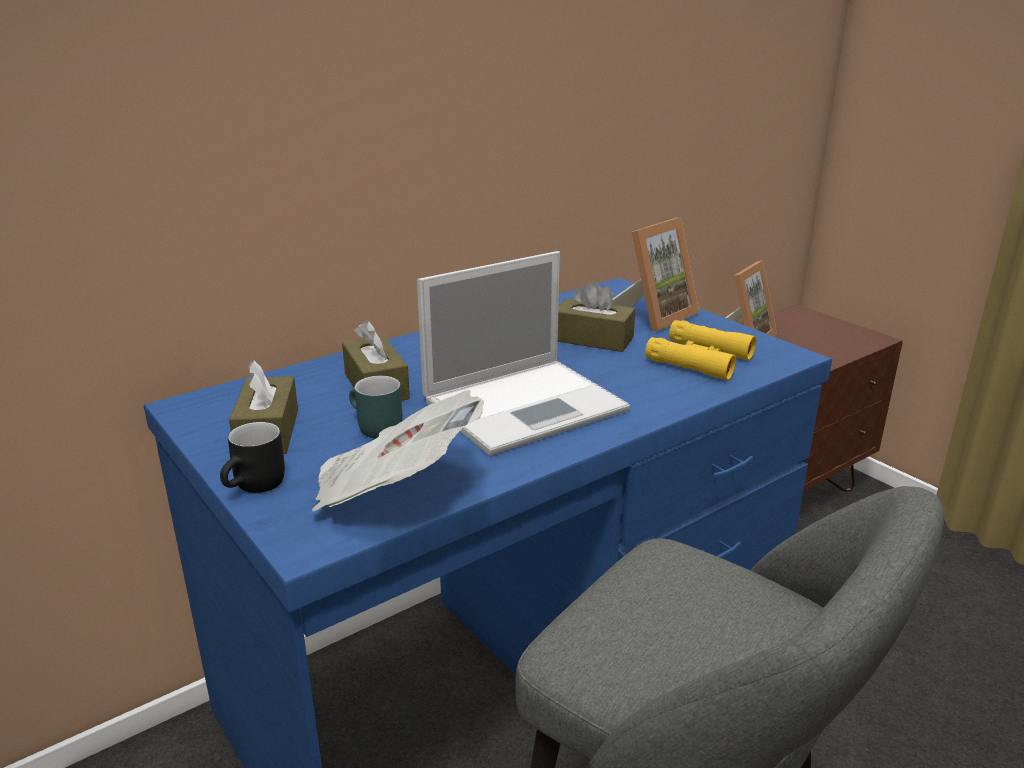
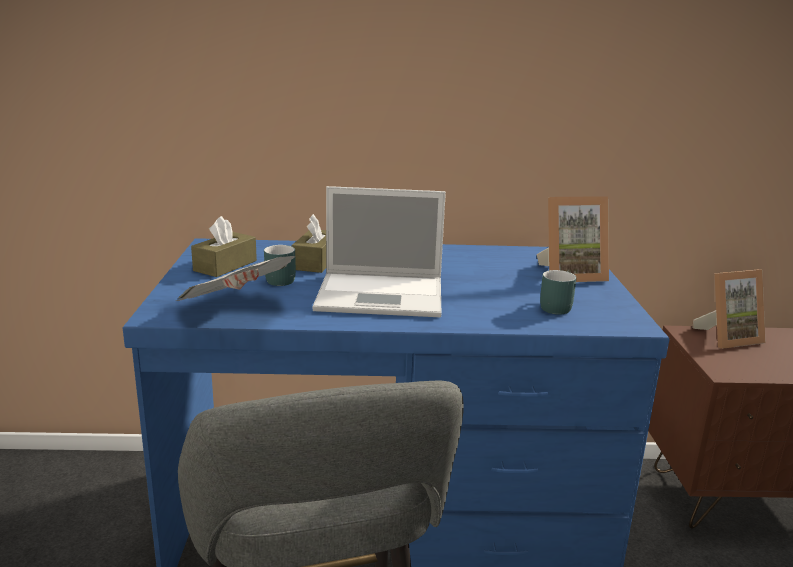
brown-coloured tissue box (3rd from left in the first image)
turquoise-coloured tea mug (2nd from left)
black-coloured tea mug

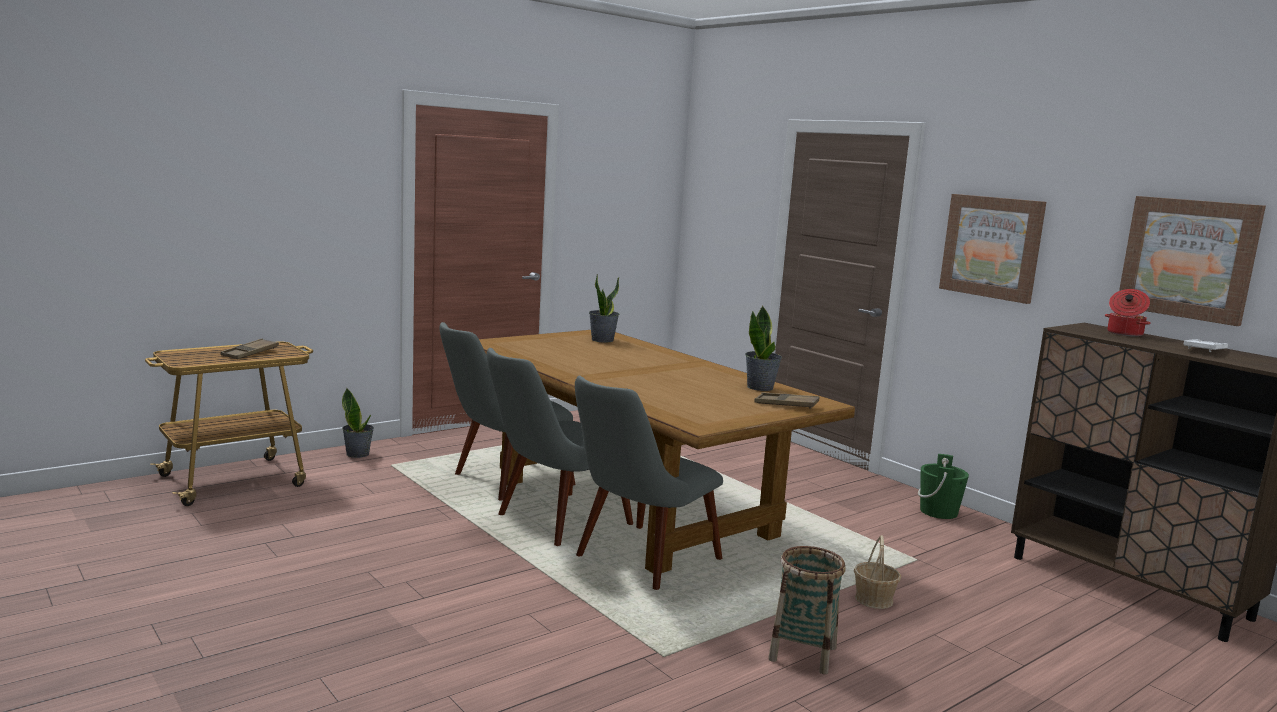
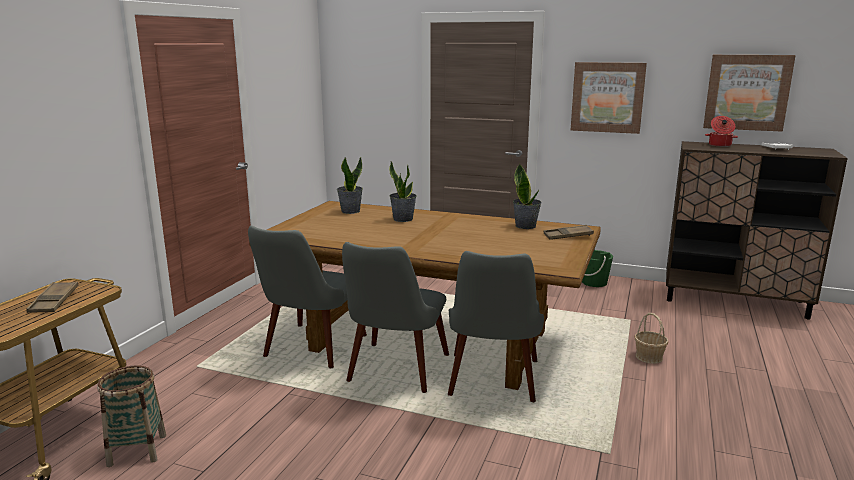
potted plant (2nd from left)
household basket (1st from left)

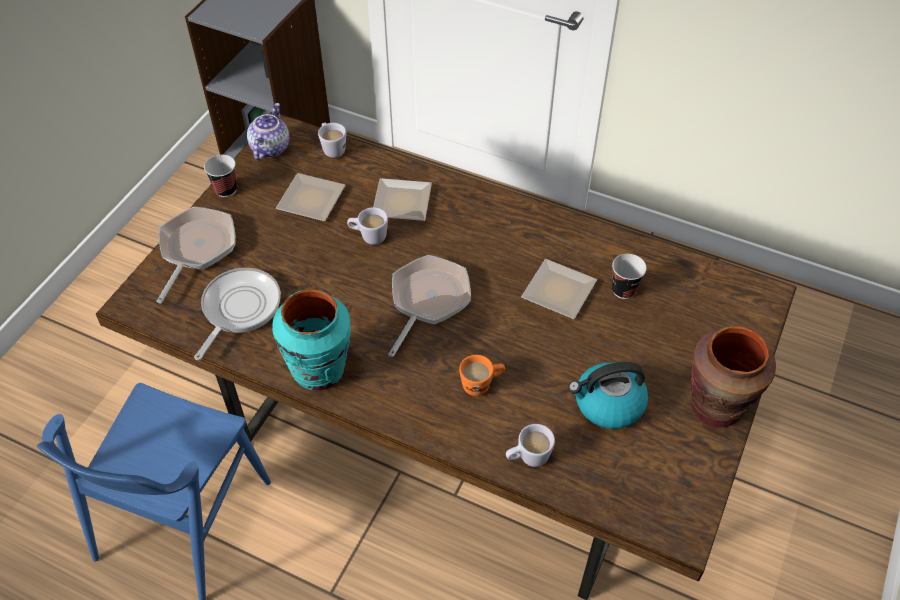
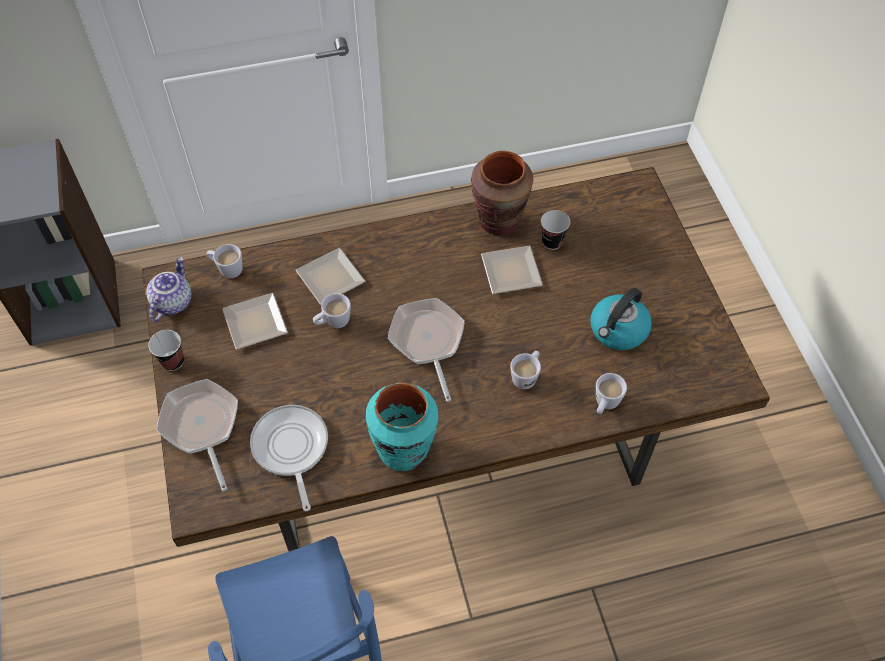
teapot
brown-coloured decorative vase
white-coloured tea mug (3rd from left)

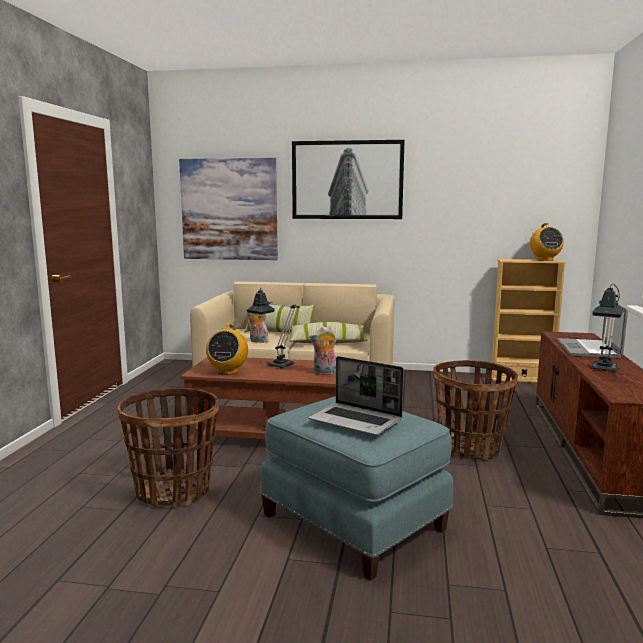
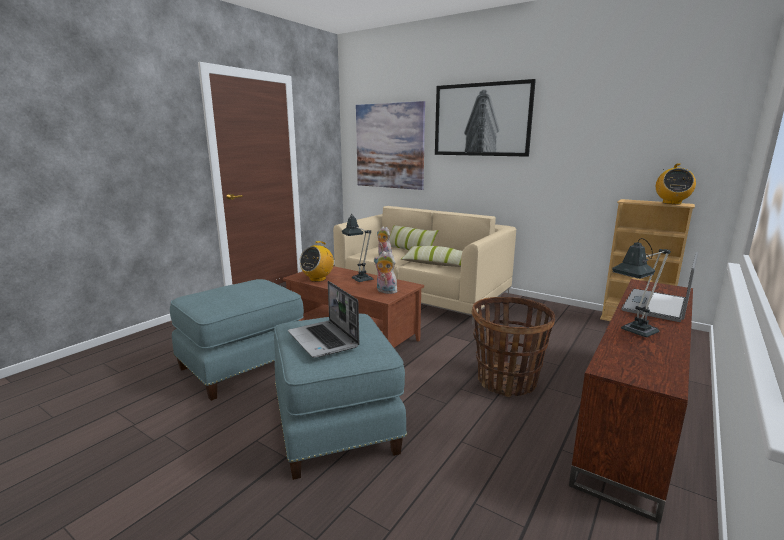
bluish pouffe (1st from left)

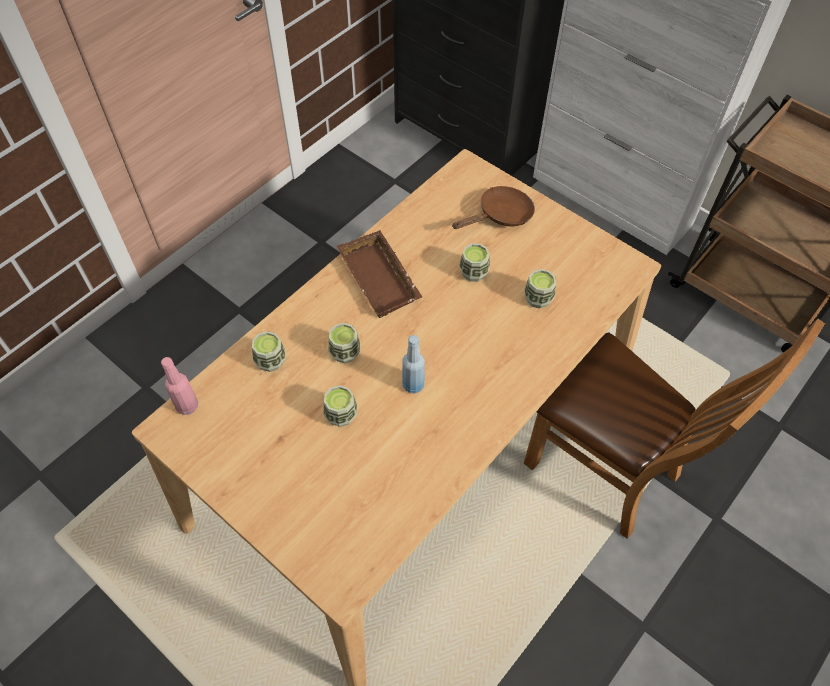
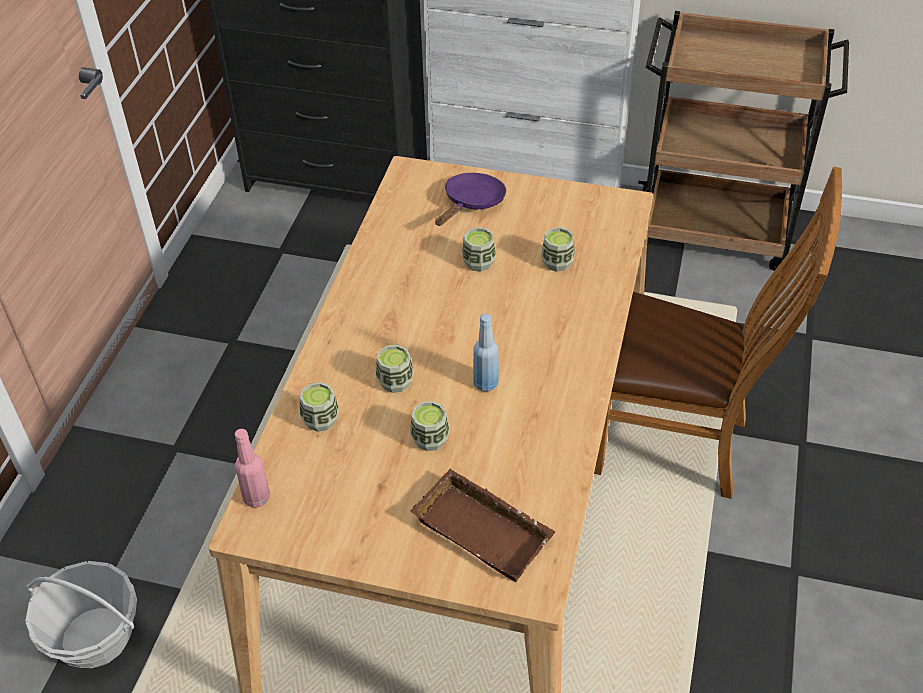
purple pan
brown-coloured serving tray
household basket

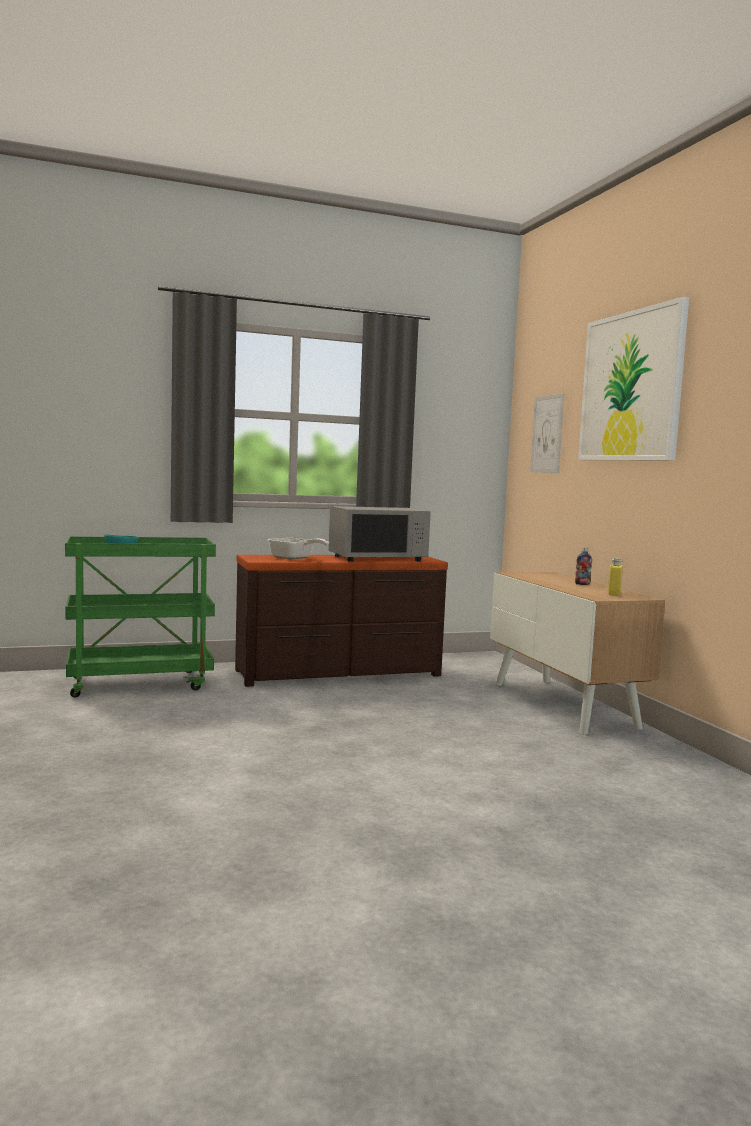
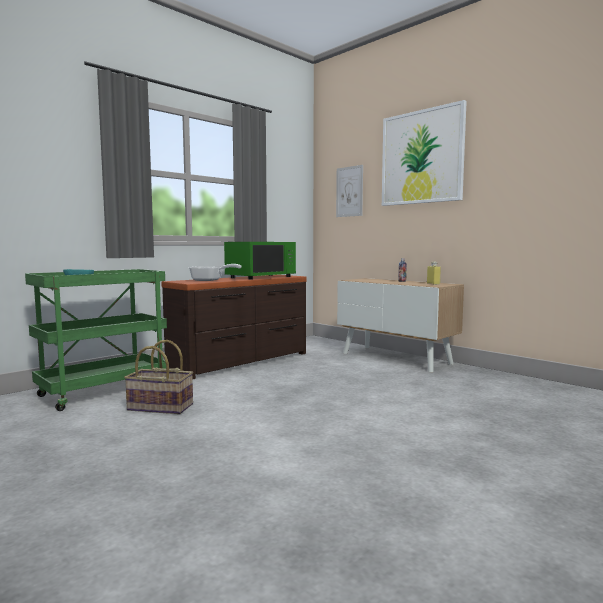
greenish microwave oven
household basket

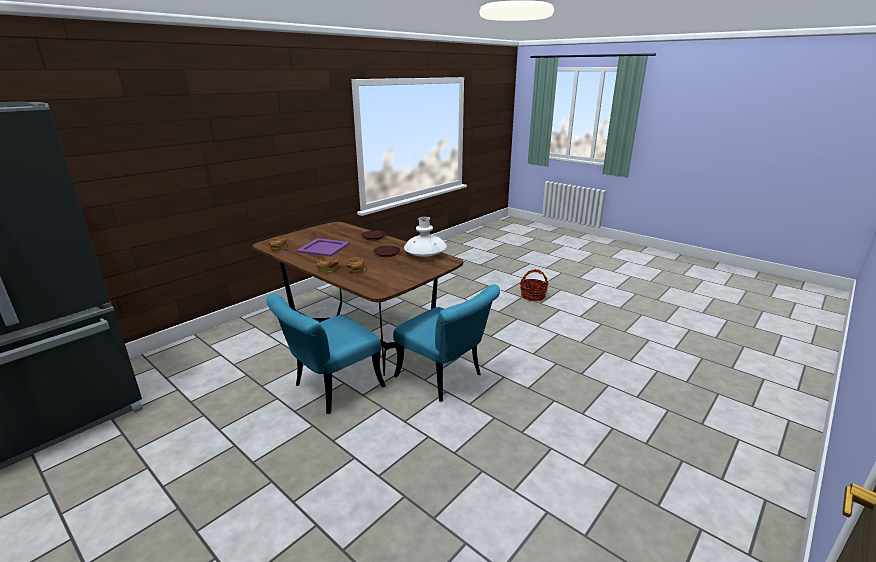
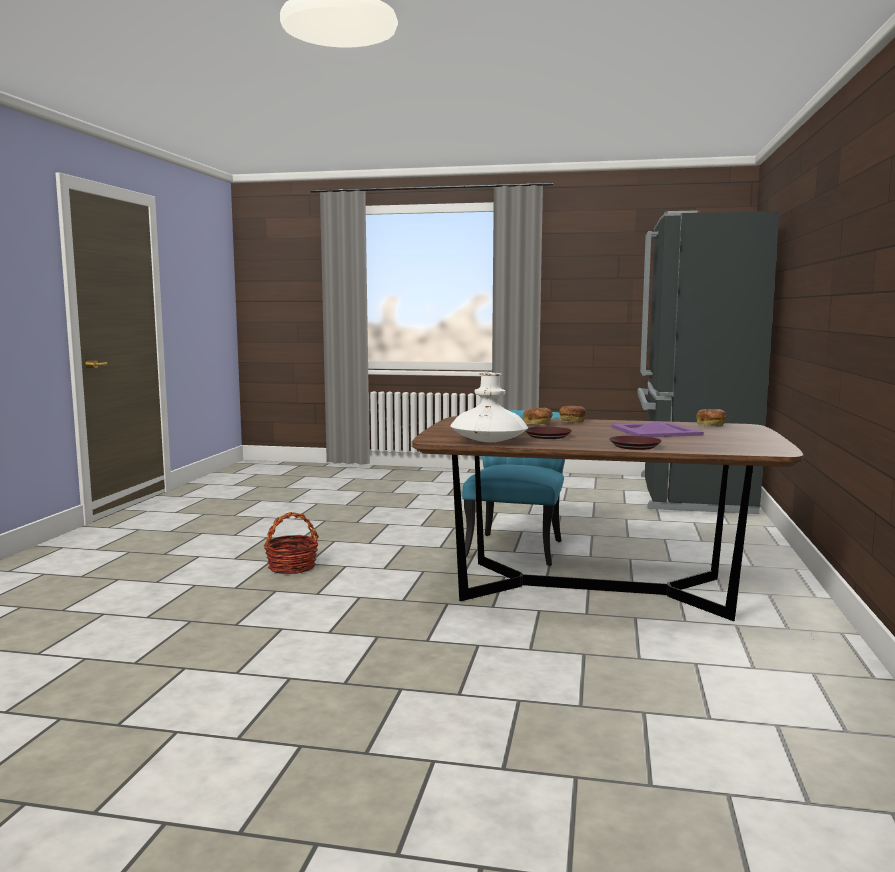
household basket
turquoise-coloured plain chair (2nd from left in the first image)

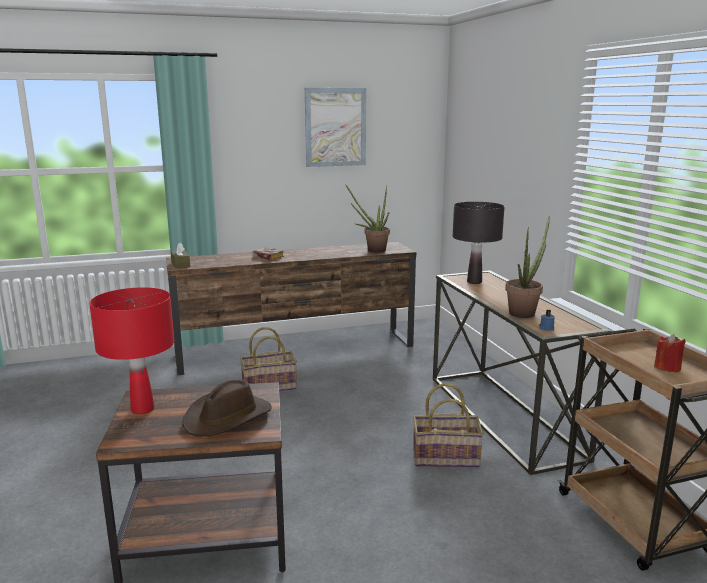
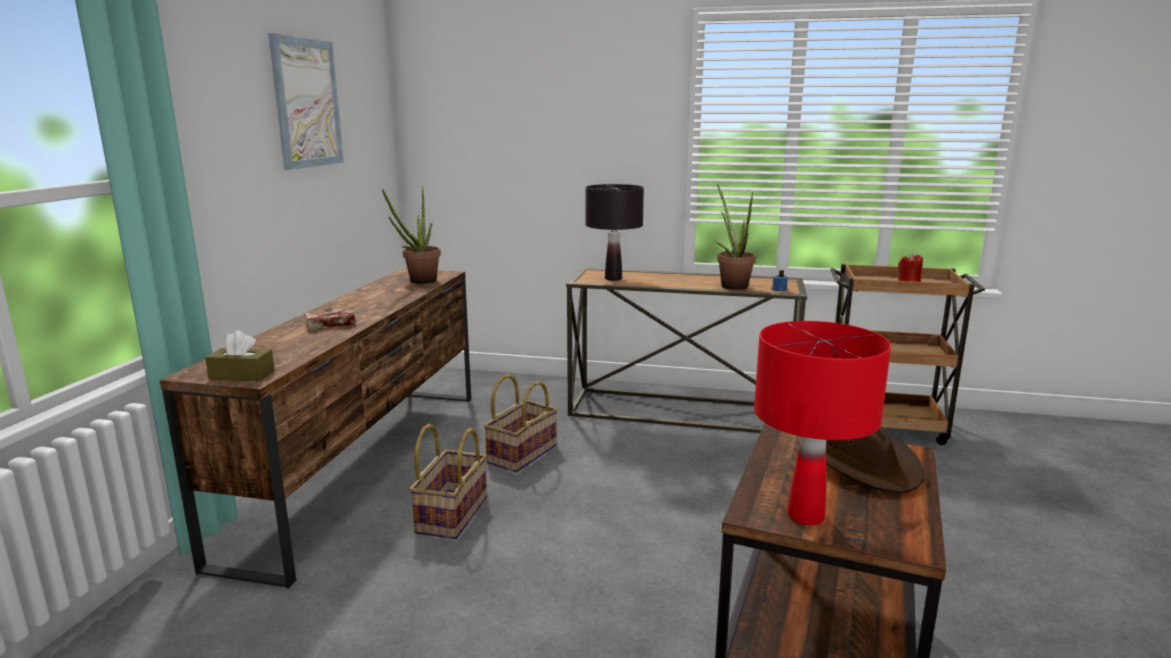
household basket (2nd from left)

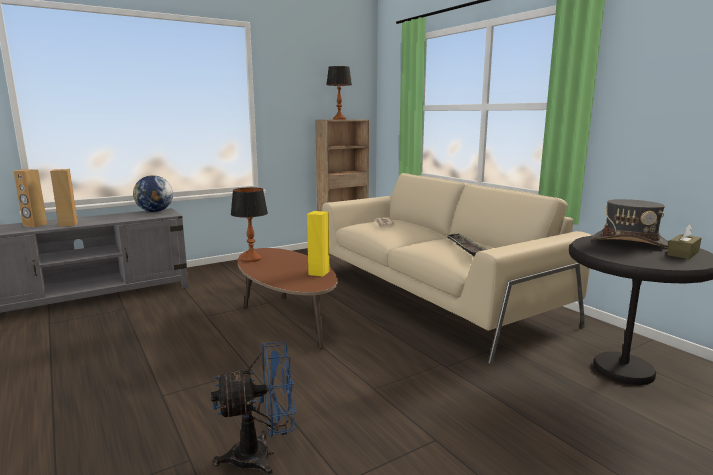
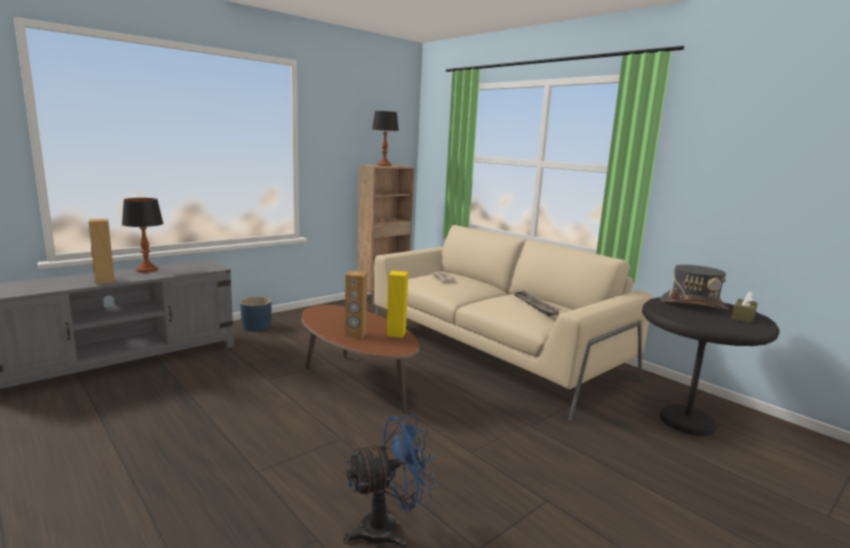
brown-coloured speaker (2nd from left)
world globe
table lamp (1st from left)
bluish planter

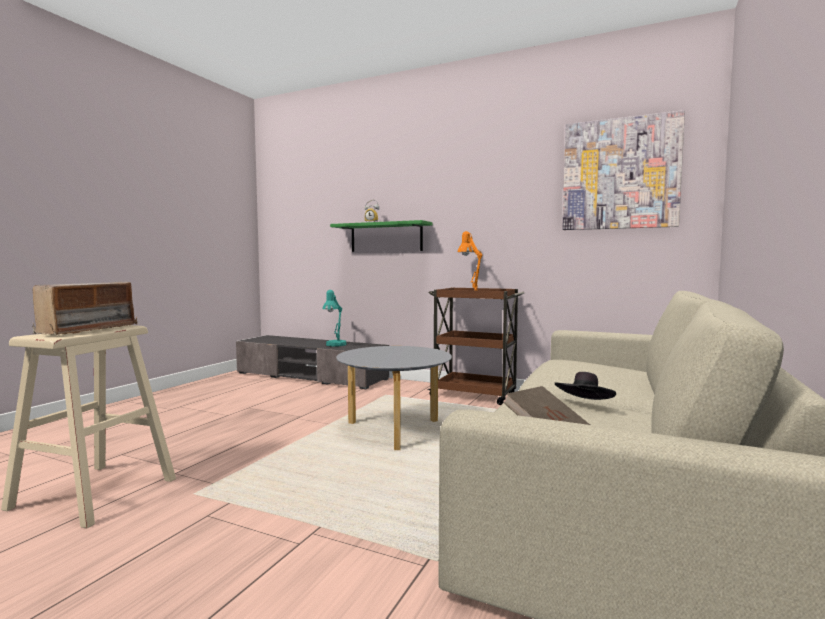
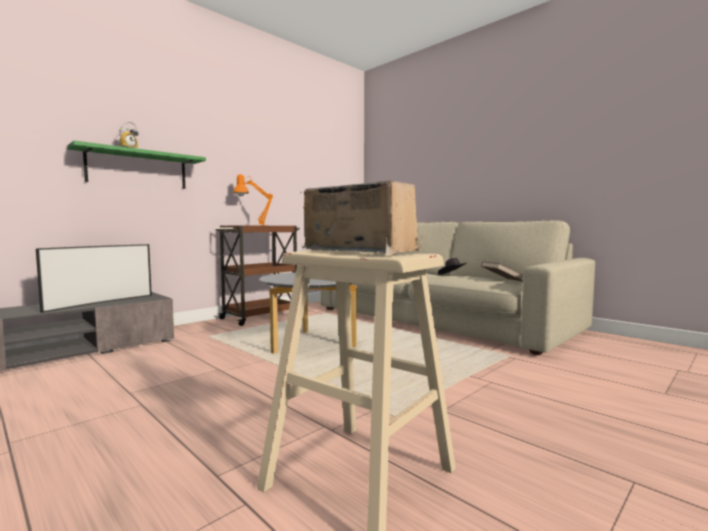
picture
TV

